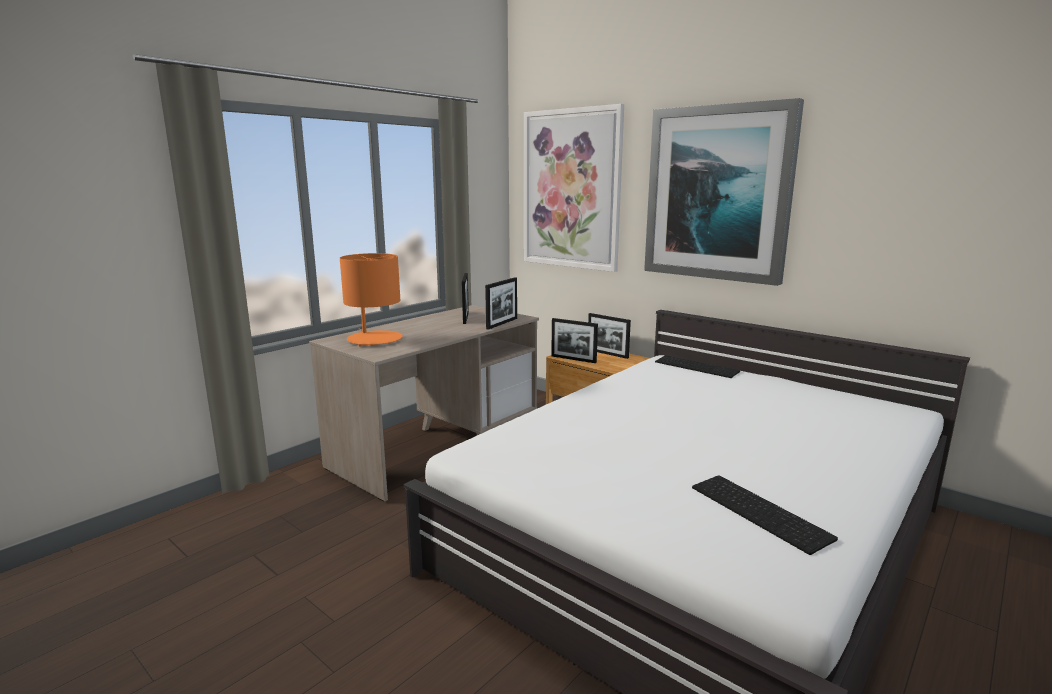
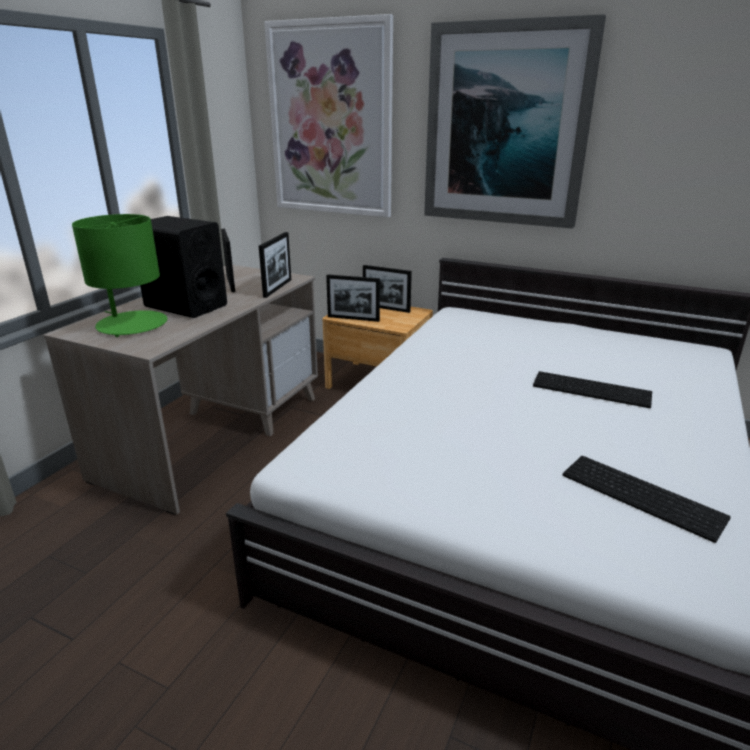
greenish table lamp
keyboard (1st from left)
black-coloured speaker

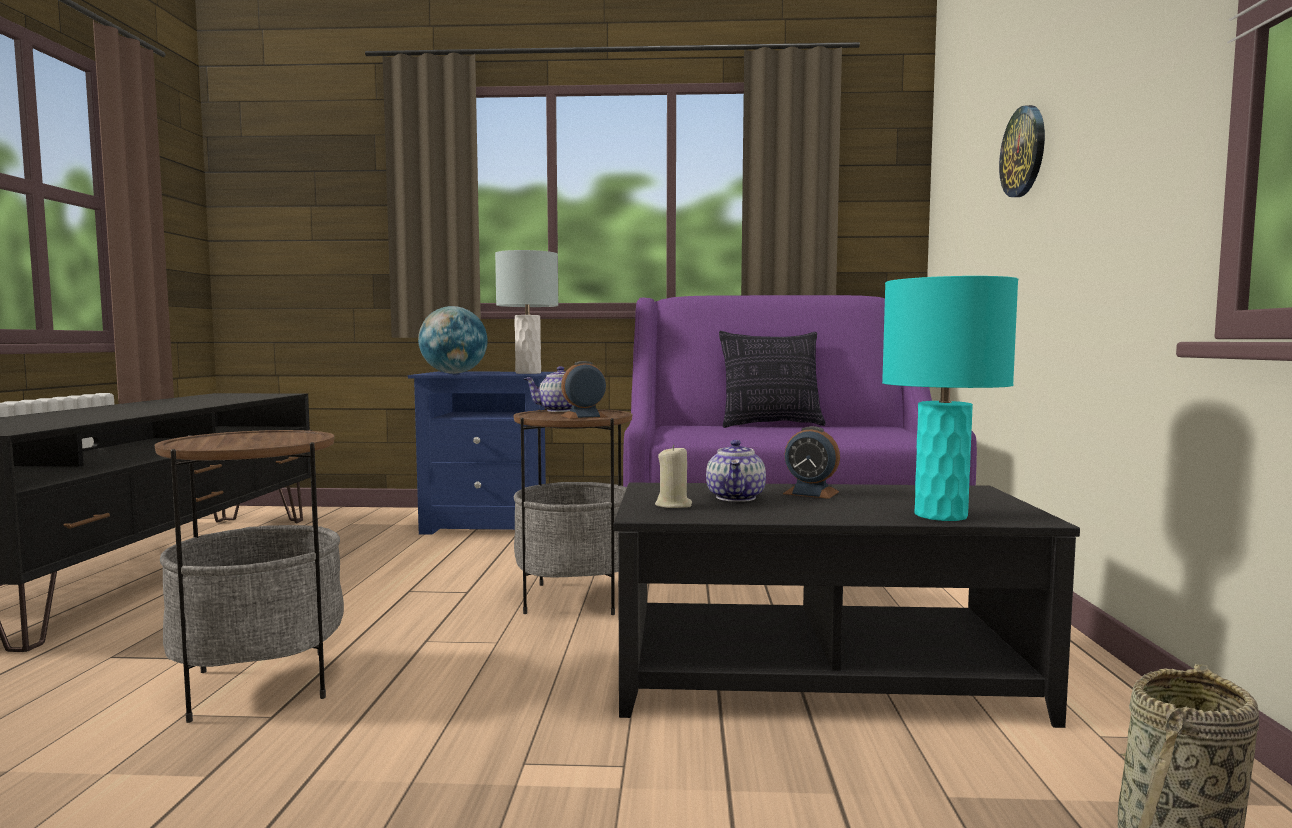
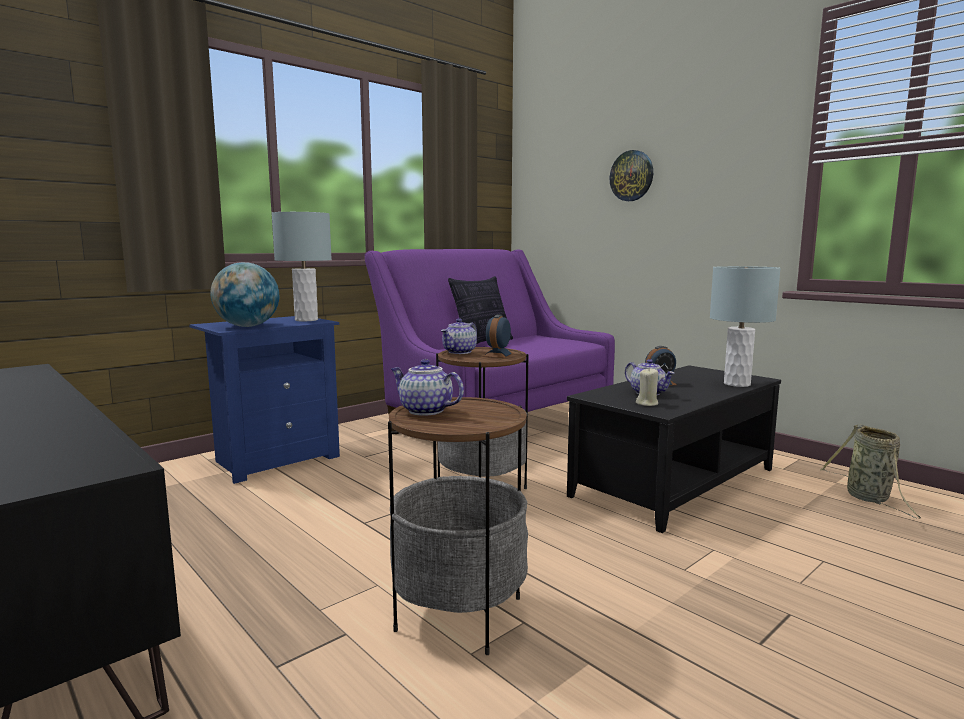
grey table lamp (2nd from left)
teapot (1st from left)

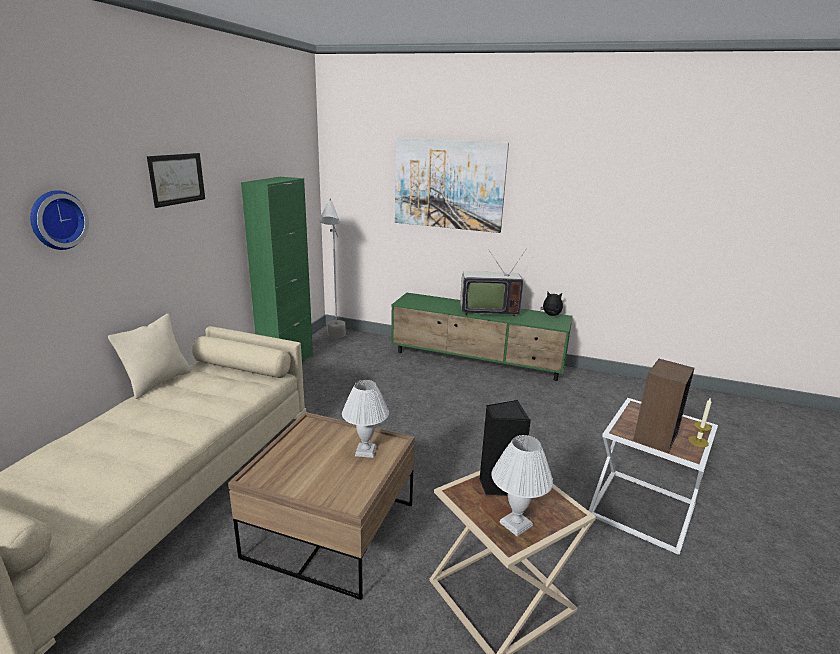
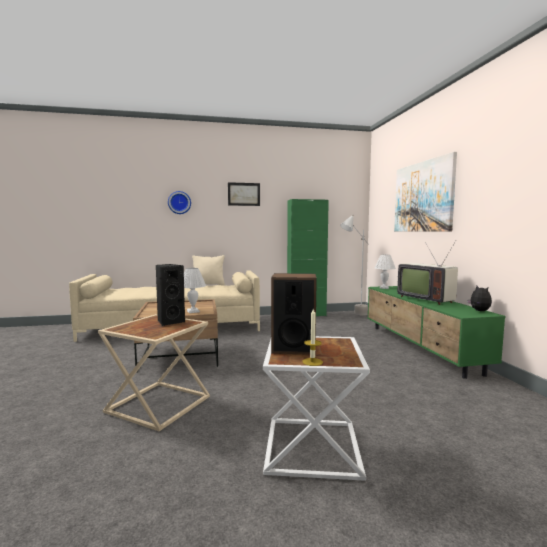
white-coloured table lamp (2nd from left)

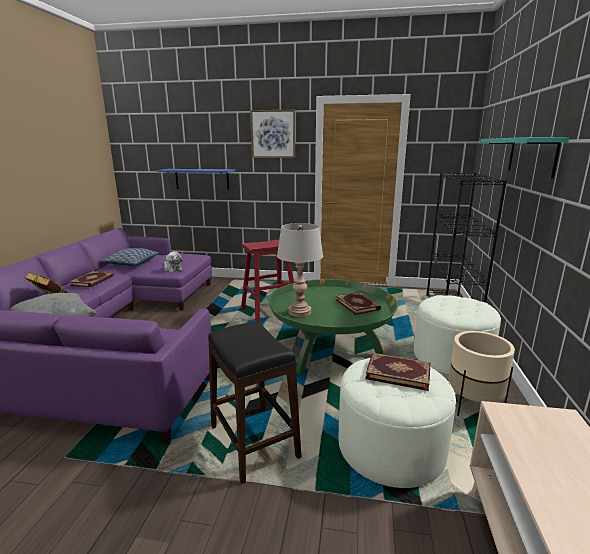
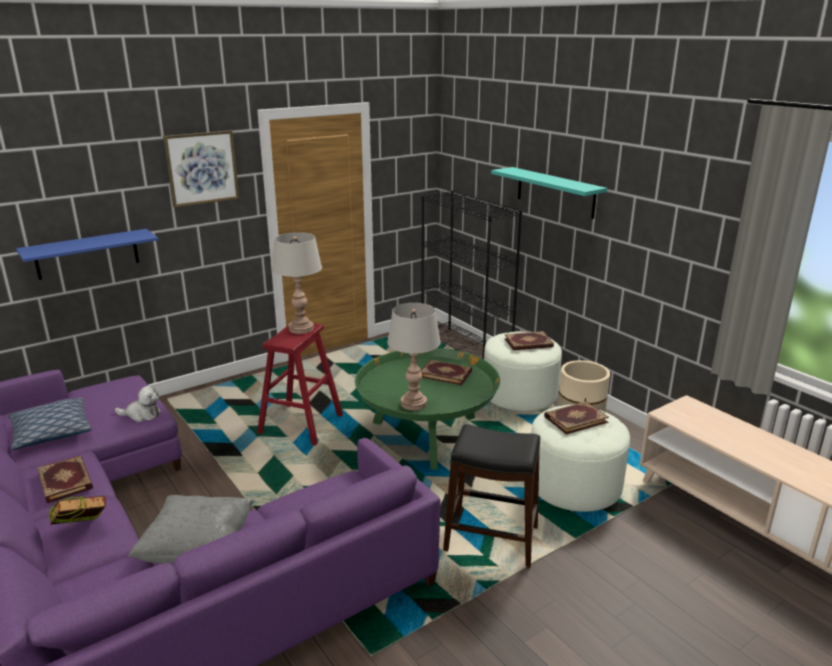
grey table lamp (1st from left)
volume (4th from left)

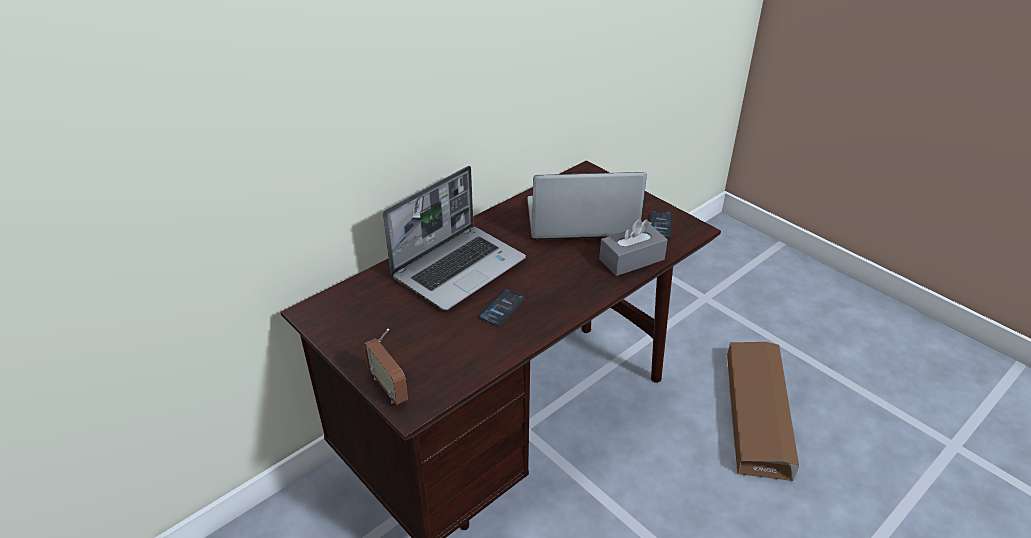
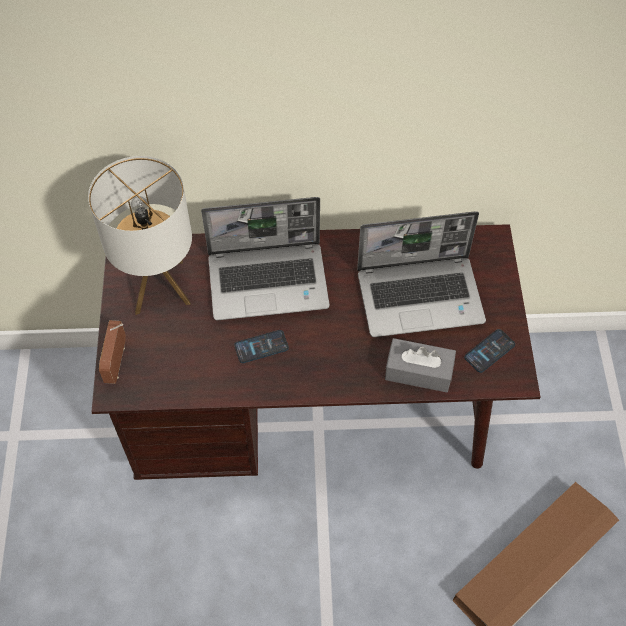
portable computer (2nd from left)
table lamp

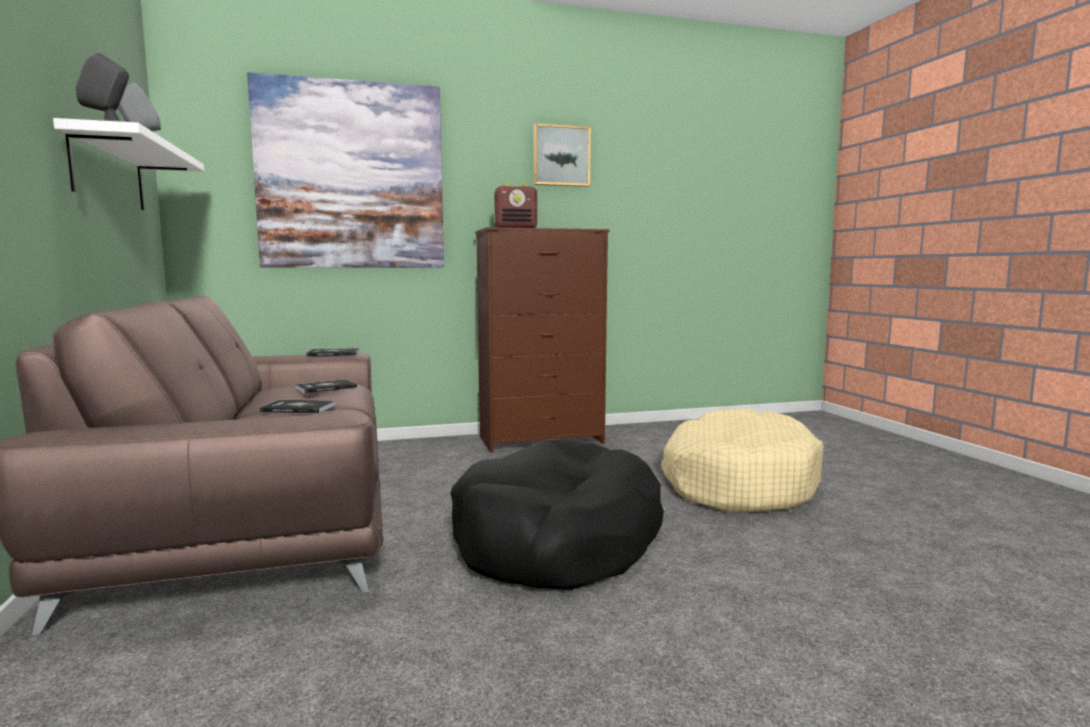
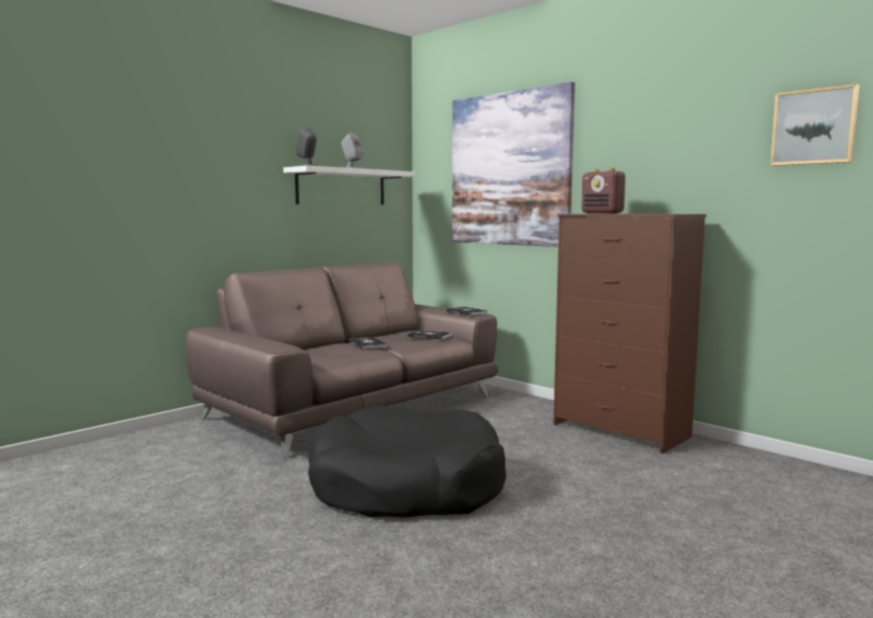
picture (2nd from left)
beige dog bed

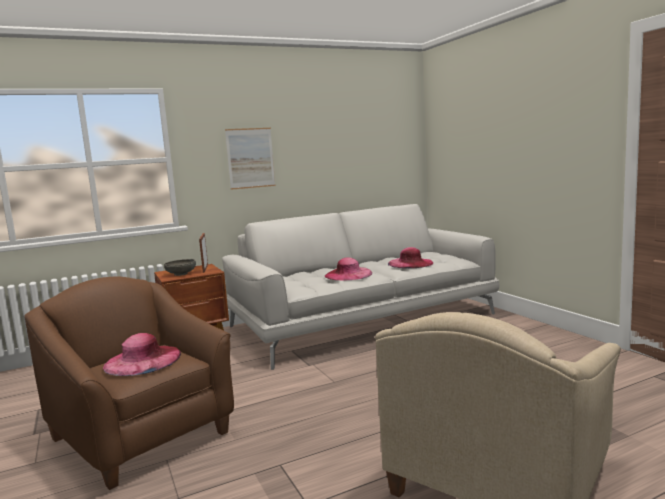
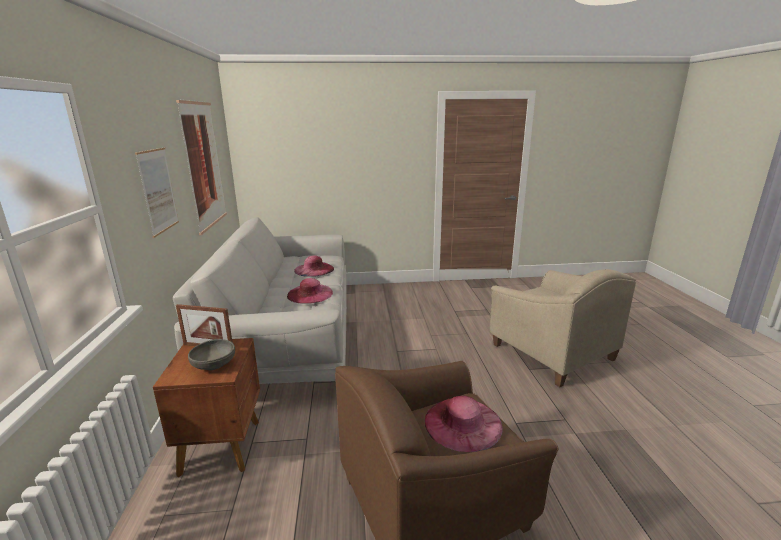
picture (2nd from left)

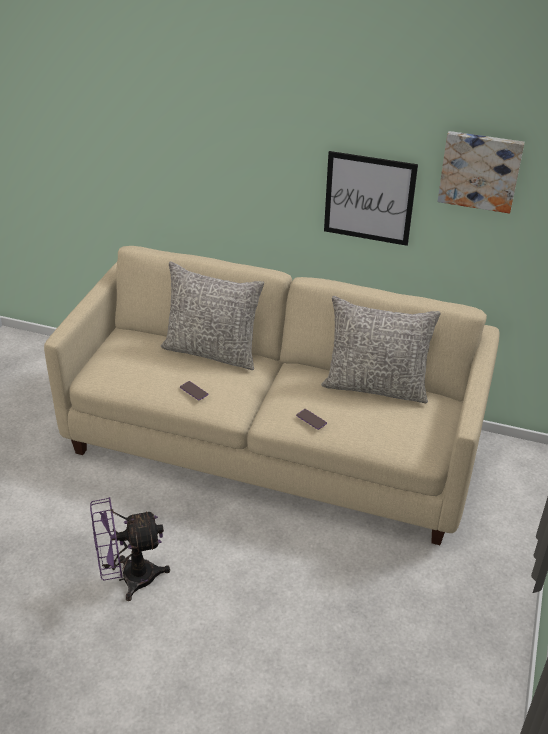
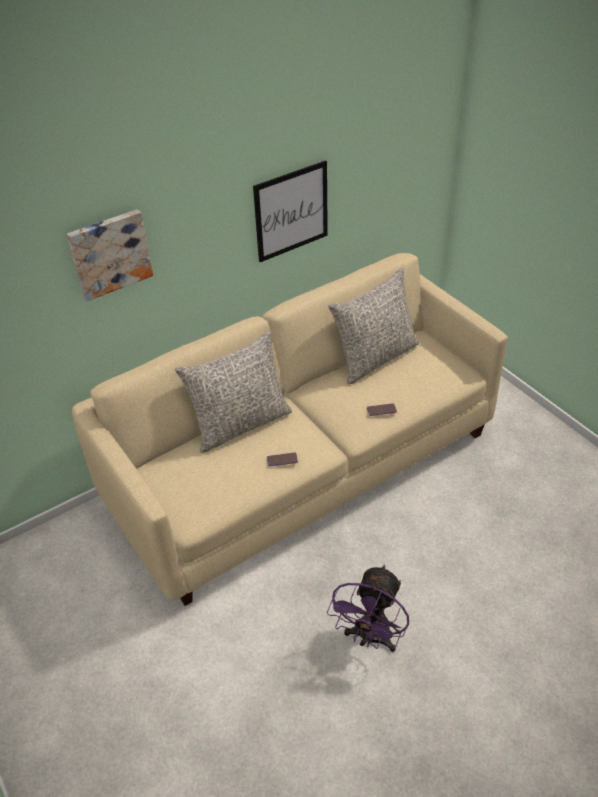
picture (1st from left)

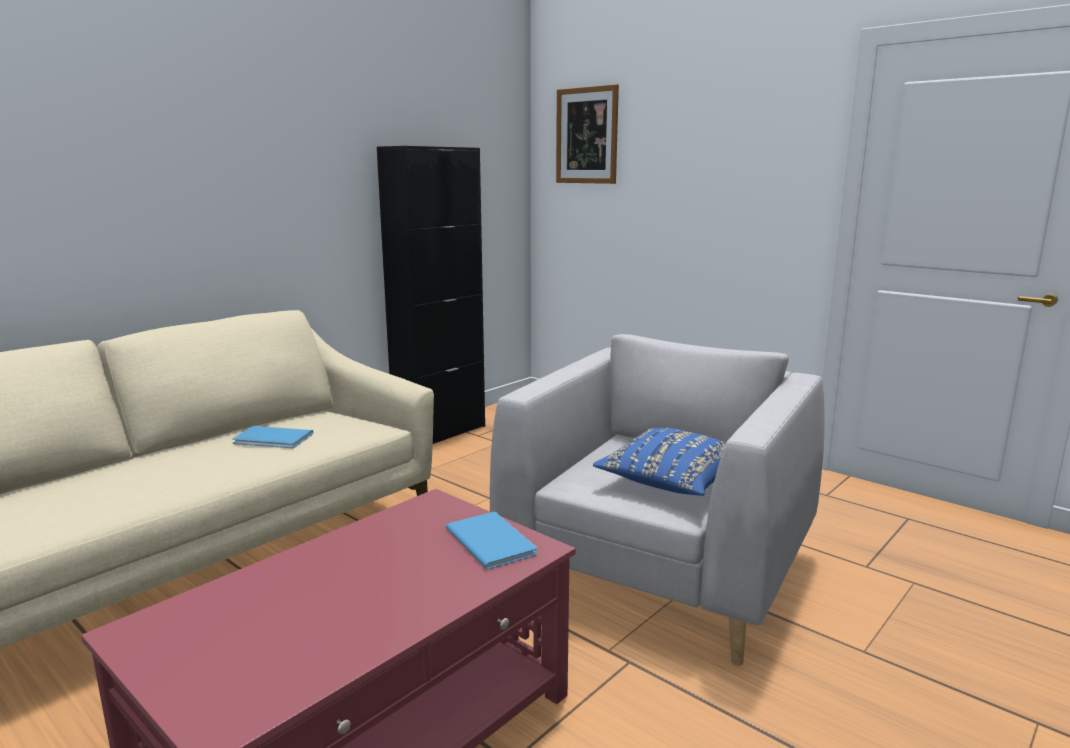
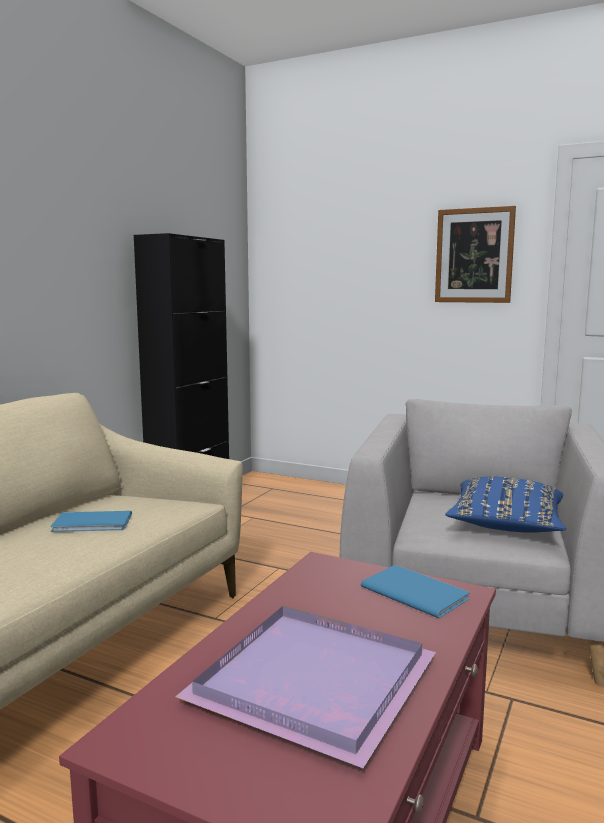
picture
purple serving tray

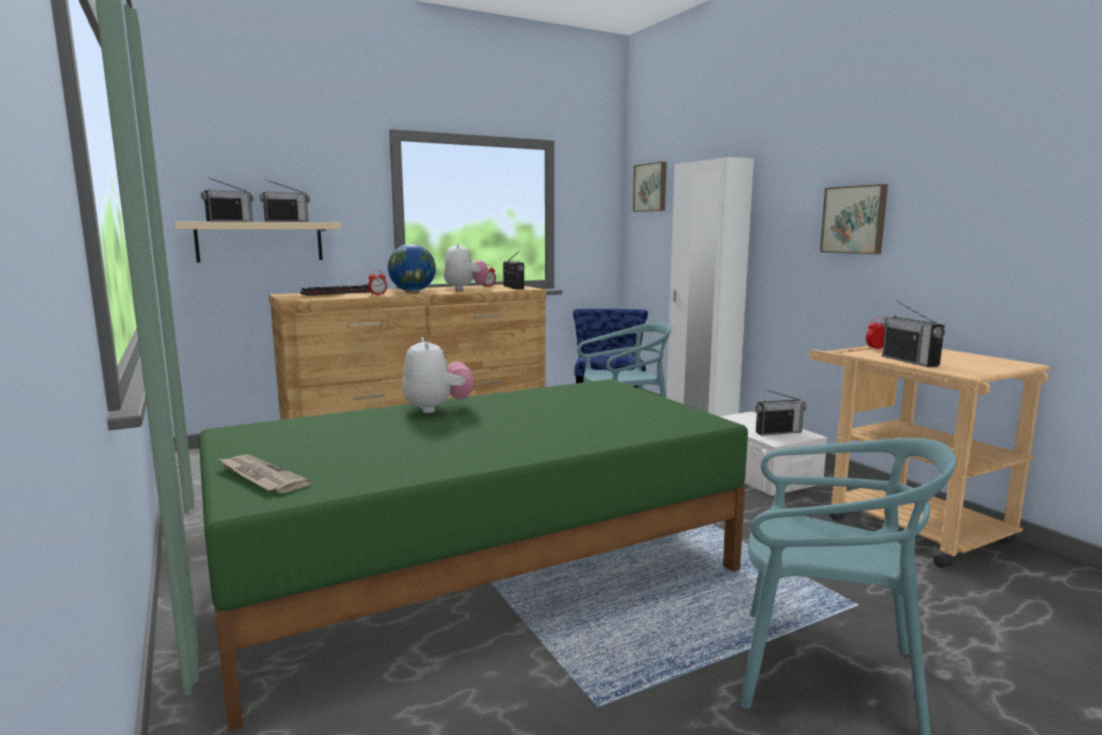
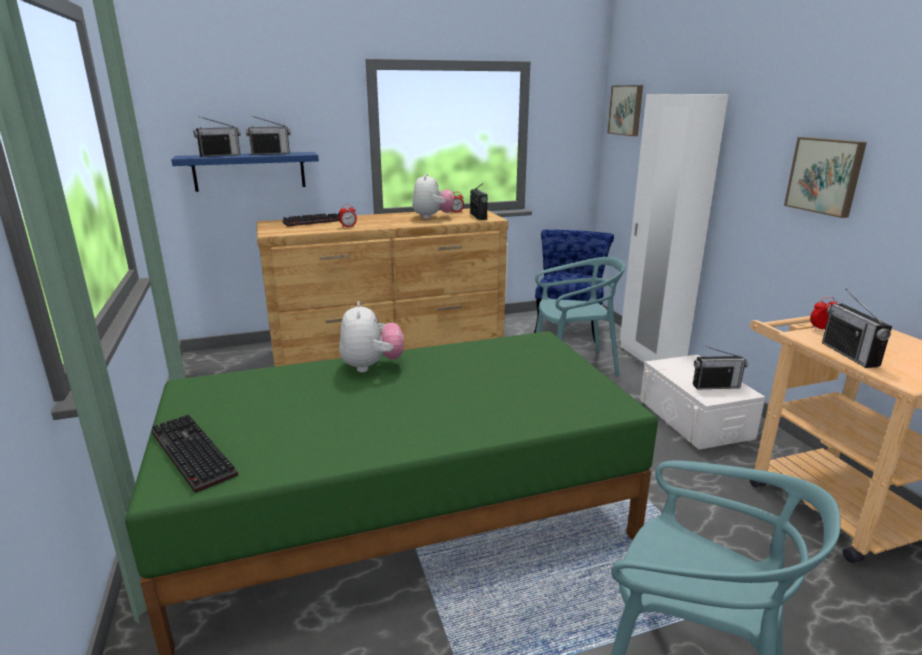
bluish shelf
world globe
keyboard (1st from left)

